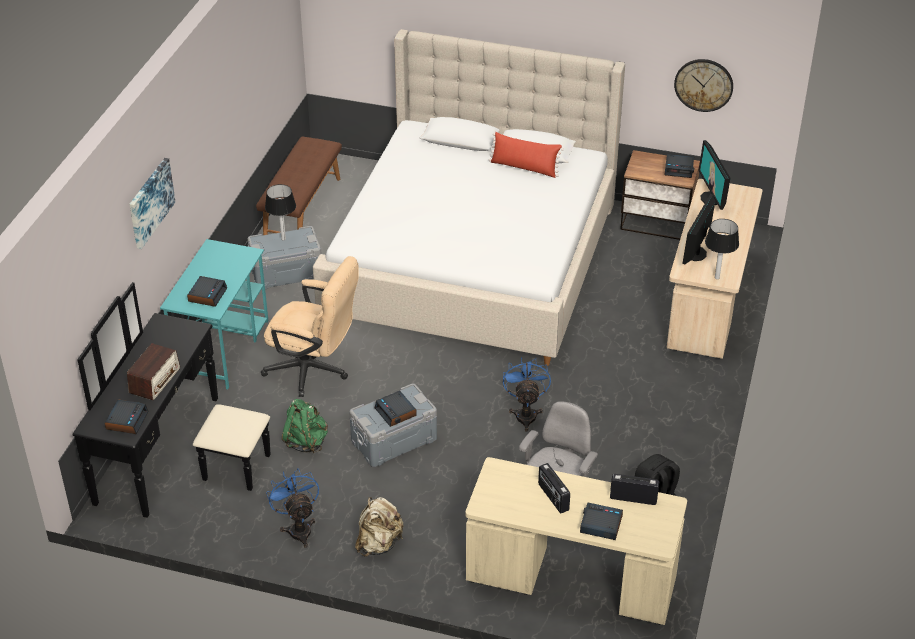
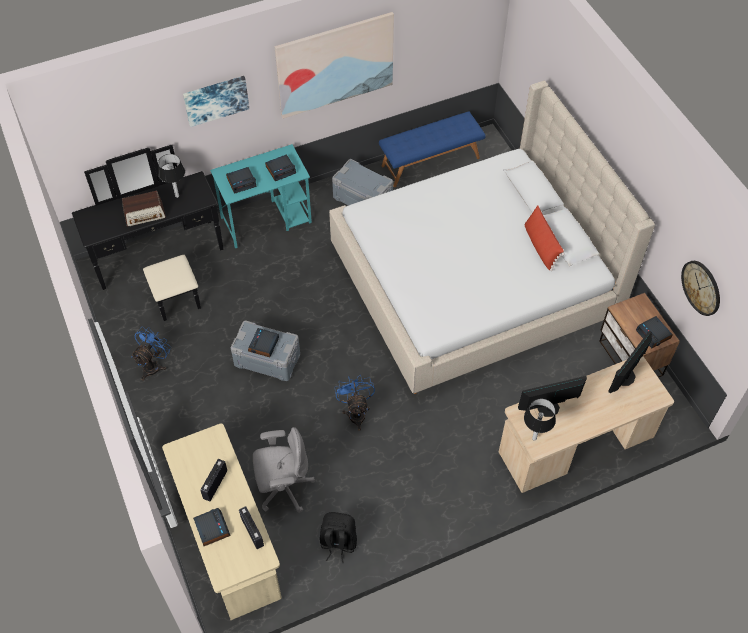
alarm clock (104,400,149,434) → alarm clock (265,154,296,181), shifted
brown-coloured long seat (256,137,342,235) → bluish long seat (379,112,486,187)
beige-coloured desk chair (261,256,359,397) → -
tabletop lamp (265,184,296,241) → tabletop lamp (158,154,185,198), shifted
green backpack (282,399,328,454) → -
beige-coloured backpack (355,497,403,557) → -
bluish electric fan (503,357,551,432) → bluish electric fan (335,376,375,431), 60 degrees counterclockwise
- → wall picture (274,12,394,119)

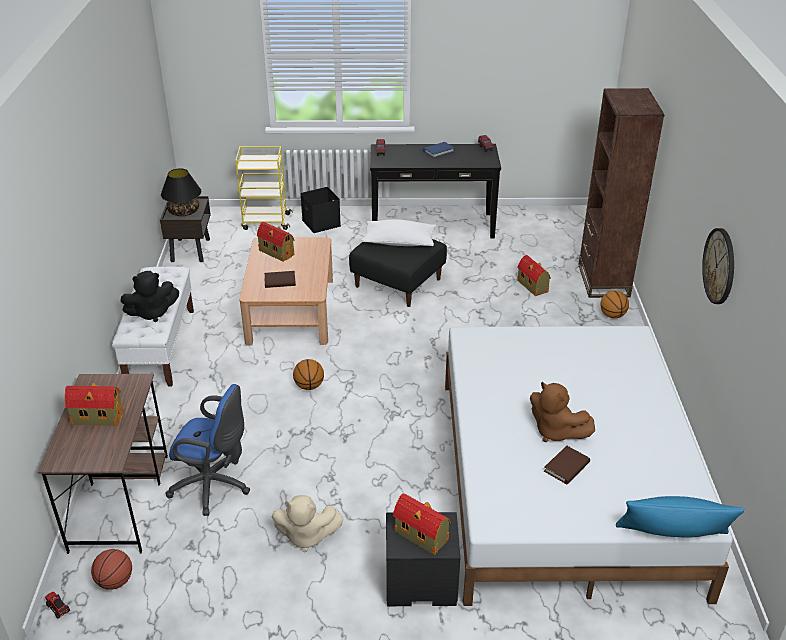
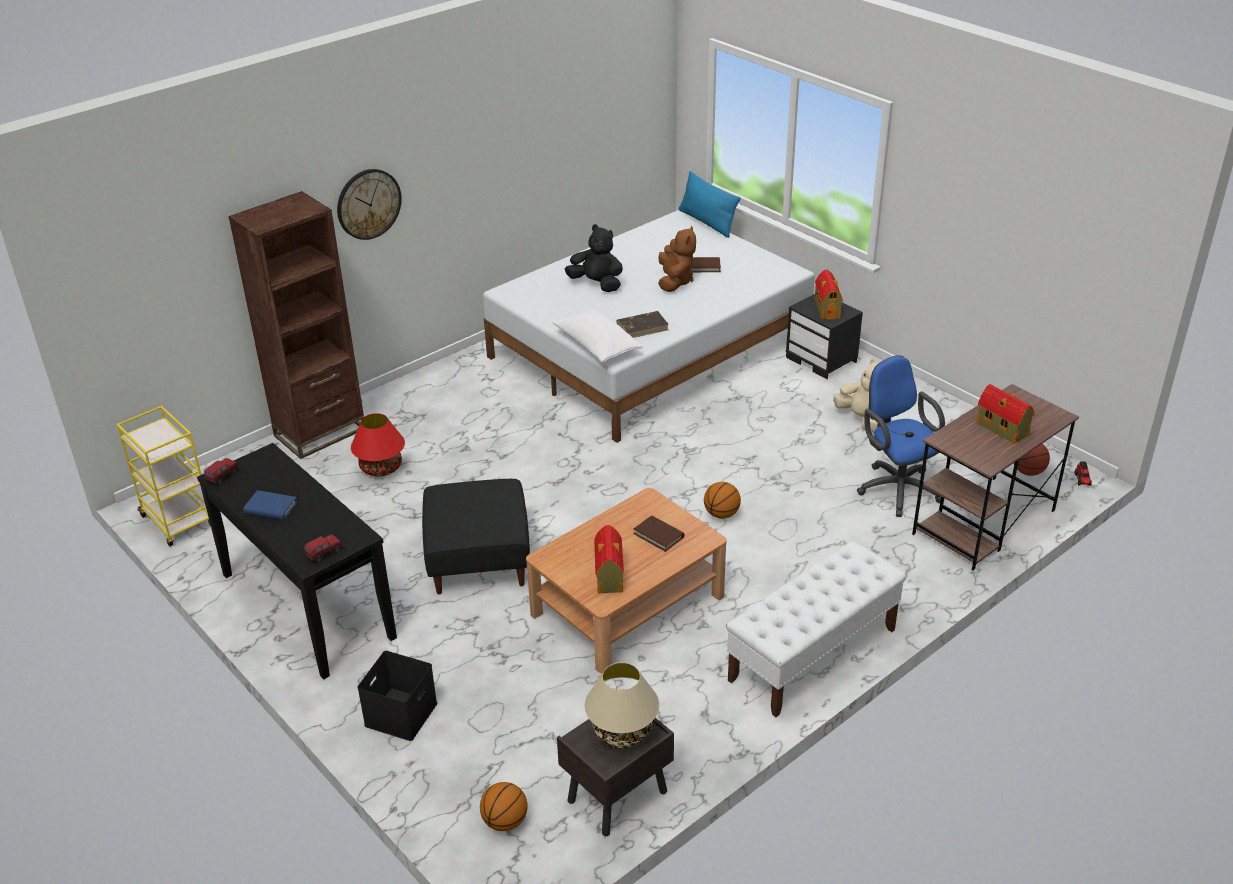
blackish plush toy (121,271,179,322) → blackish plush toy (565,224,623,292), shifted
blackish tabletop lamp (161,168,201,216) → beige-coloured tabletop lamp (585,662,659,749)
yellowish trolley (235,146,293,230) → yellowish trolley (117,406,211,546), shifted
whitish throw pillow (362,219,436,246) → whitish throw pillow (553,308,642,362), shifted
toy house (517,255,551,296) → red tabletop lamp (351,413,405,476)
ball for basketball (600,290,629,318) → ball for basketball (480,782,527,831), shifted
clock on the wall (702,228,734,304) → clock on the wall (337,169,402,240), shifted
- → brown-coloured volume (617,311,668,338)

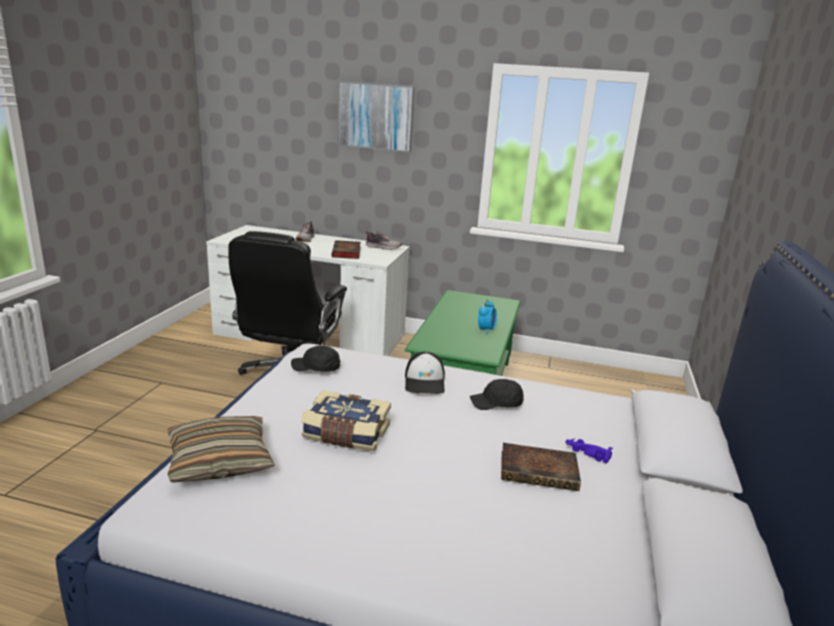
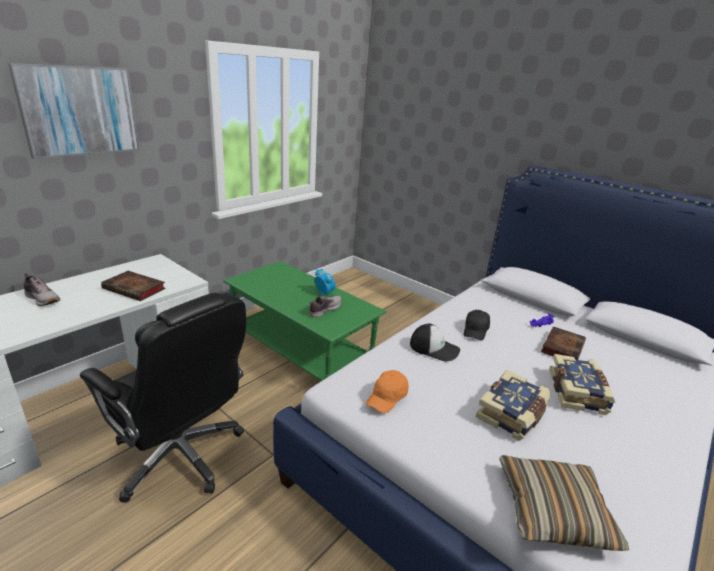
blackish peaked cap (291,345,340,372) → orange-coloured peaked cap (366,370,409,413)
low shoe (366,231,402,250) → low shoe (309,296,342,317), shifted
- → volume (549,354,615,415)

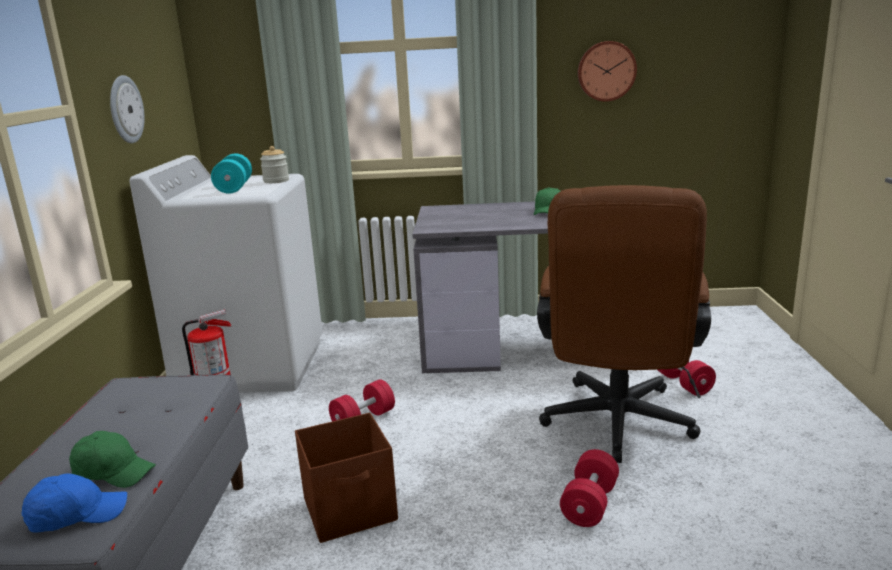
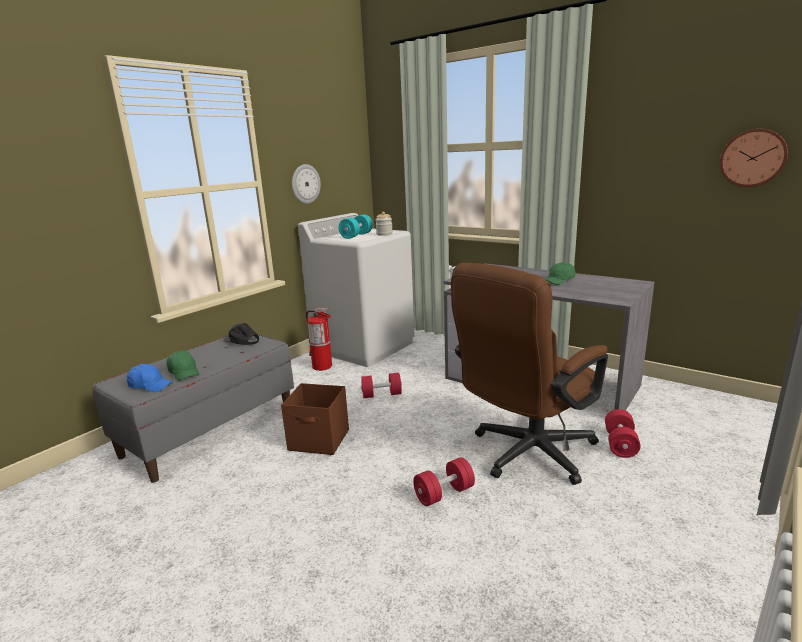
clock on the wall (578,41,637,102) → clock on the wall (720,129,788,187), shifted
- → blackish peaked cap (223,323,259,345)

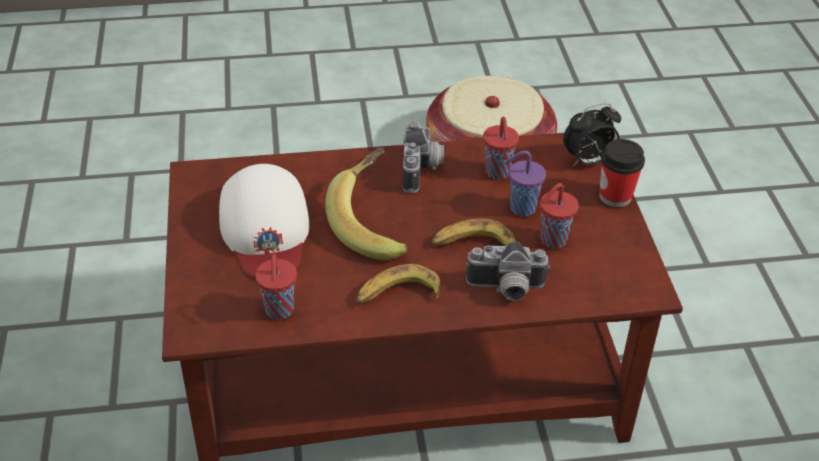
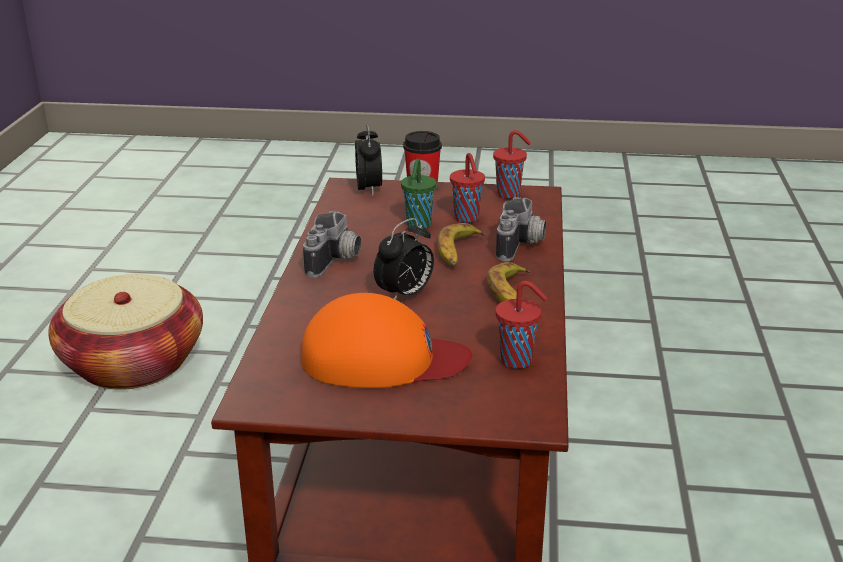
whitish peaked cap (219,164,309,277) → orange-coloured peaked cap (301,293,472,388)
whole banana (325,147,408,260) → alarm clock (374,218,434,300)
photo camera (403,121,444,193) → photo camera (303,211,361,278), 90 degrees clockwise
red drinking cup (483,117,519,180) → red drinking cup (493,130,531,199), shifted
purplish drinking cup (506,150,546,217) → green drinking cup (401,159,437,229)

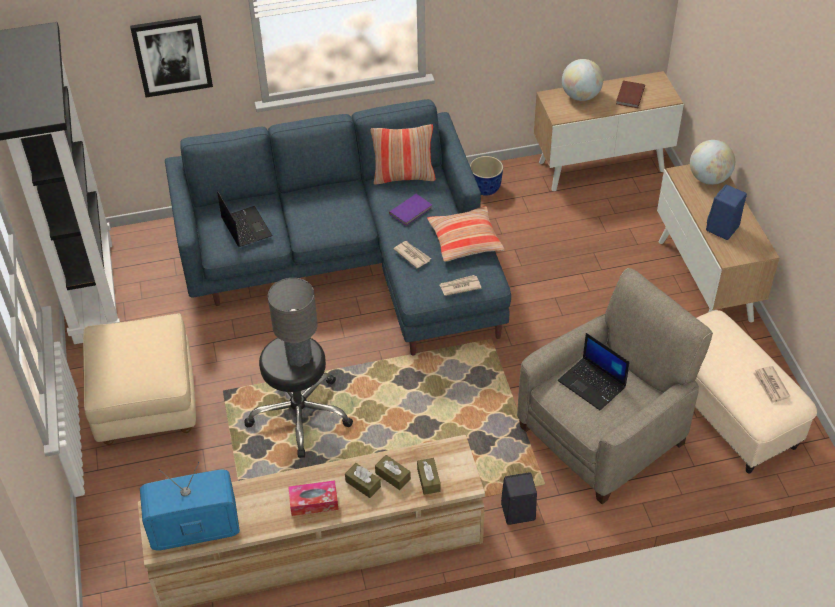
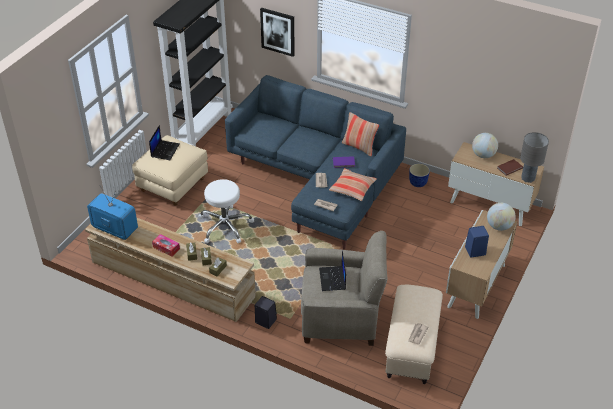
laptop (217,191,273,247) → laptop (149,125,180,160), shifted
blackish stool (244,338,353,458) → whitish stool (198,179,254,243)
greyish tabletop lamp (268,278,318,367) → greyish tabletop lamp (520,132,549,183), shifted

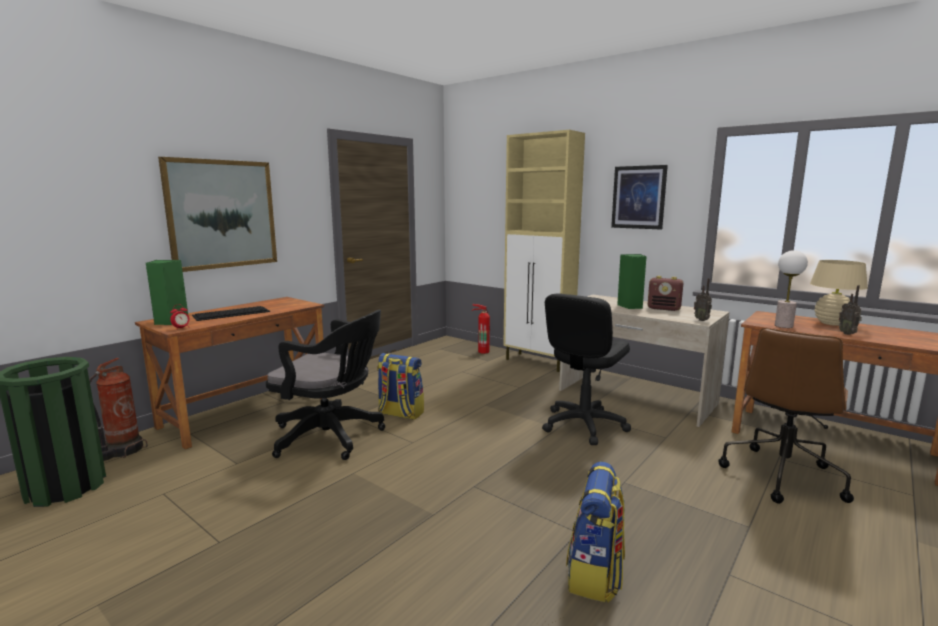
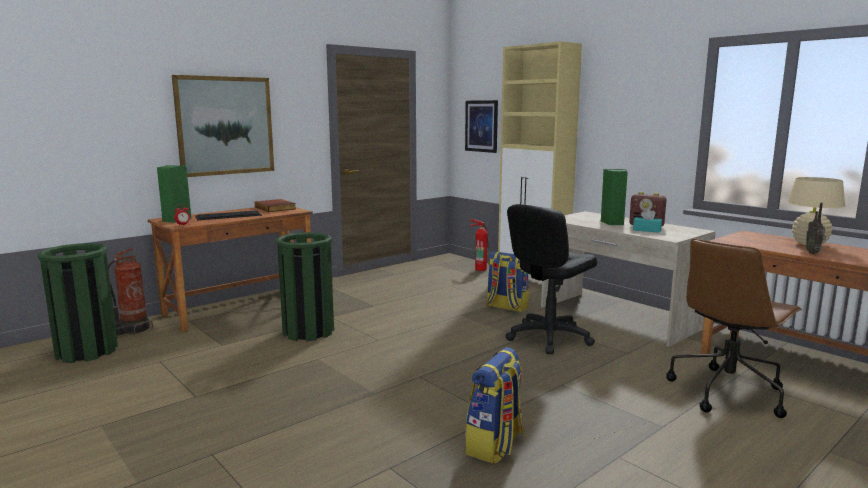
blackish desk chair (266,310,385,460) → green waste bin (276,232,334,341)
backpack (377,353,424,420) → backpack (487,251,529,312), shifted
wall picture (611,165,668,229) → wall picture (465,100,498,153), shifted
radio (694,278,712,321) → -
tabletop lamp (775,250,808,328) → -
- → volume (255,199,296,212)
- → turquoise box of tissues (633,209,662,233)

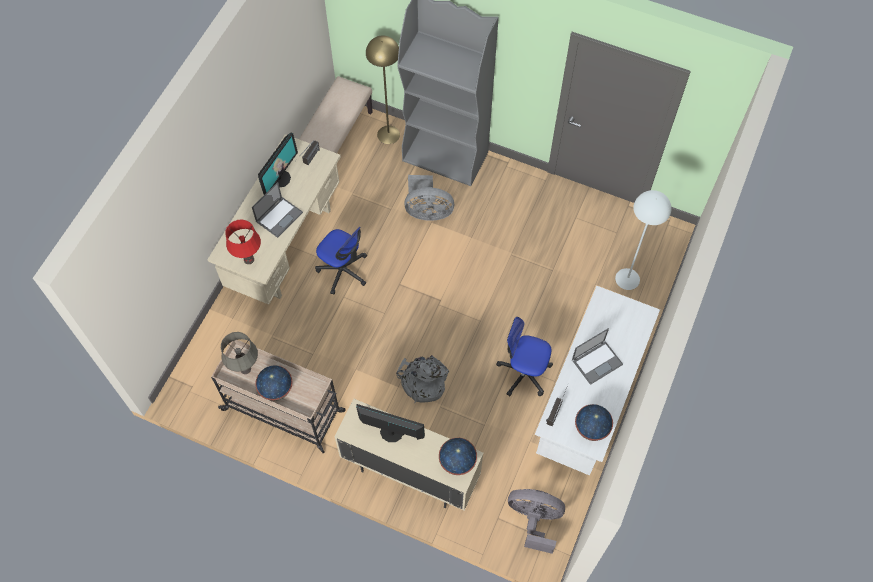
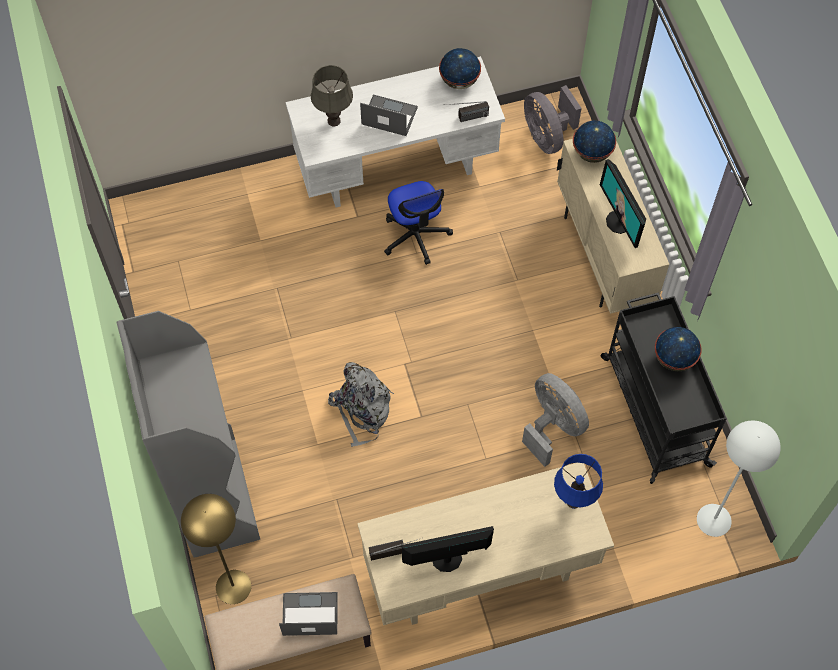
beige-coloured trolley (211,340,346,453) → blackish trolley (601,293,727,484)
greyish tabletop lamp (221,332,258,374) → greyish tabletop lamp (311,65,353,126), shifted
red tabletop lamp (225,219,261,264) → bluish tabletop lamp (554,454,603,509)
laptop (252,182,303,238) → laptop (279,592,337,636), shifted
desk chair (315,227,367,295) → -
greyish backpack (396,355,449,403) → greyish backpack (328,362,394,447), shifted
greyish electric fan (404,175,454,221) → greyish electric fan (522,373,589,467), shifted
whitish standard lamp (615,190,671,290) → whitish standard lamp (697,421,781,537), shifted

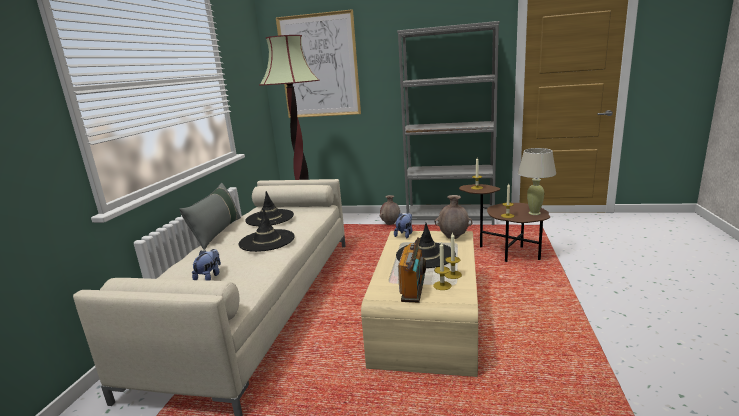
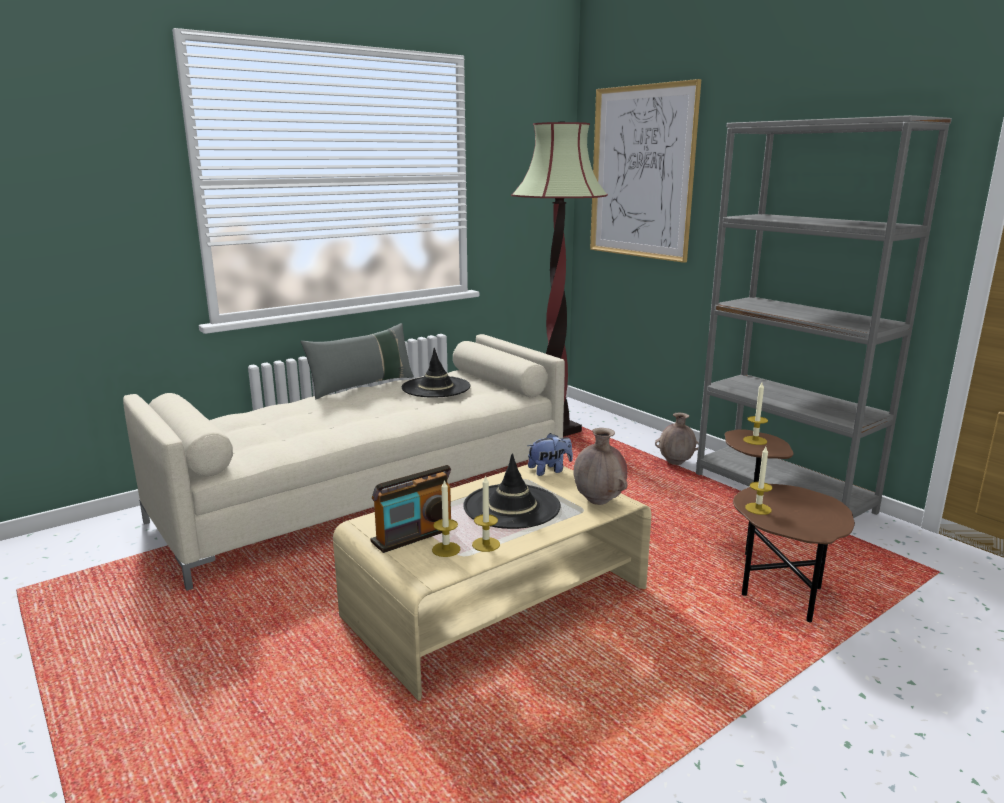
plush toy (192,249,221,281) → -
blackish wearable hat (238,209,295,252) → -
beige-coloured tabletop lamp (518,148,556,215) → -

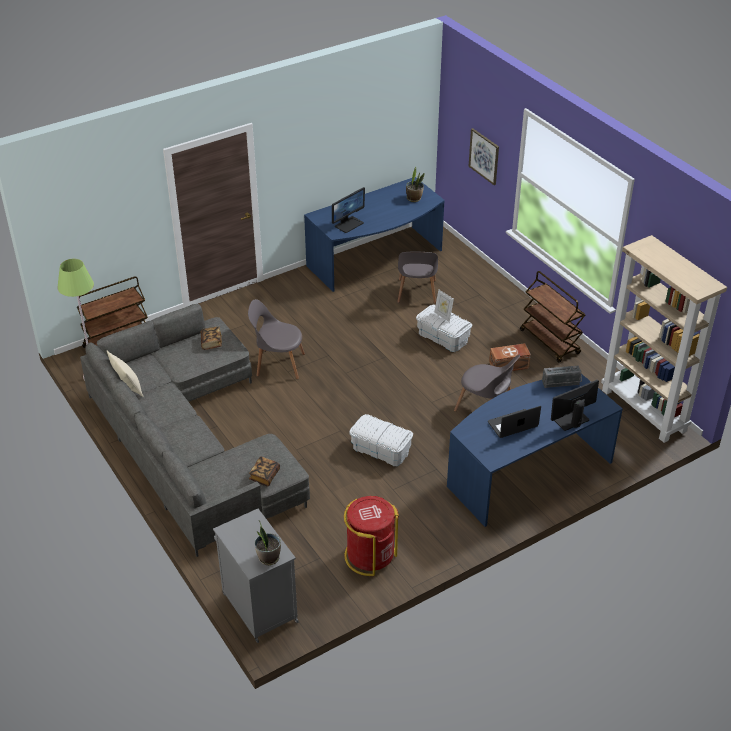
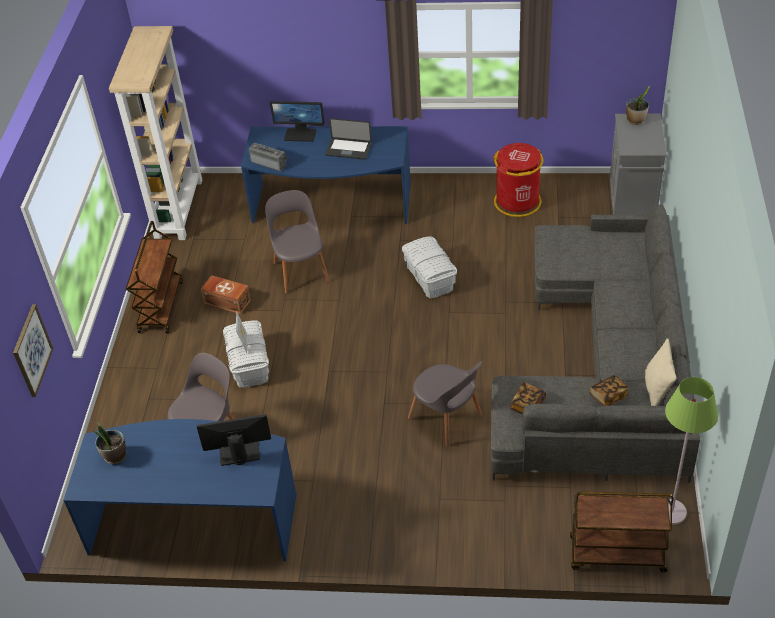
volume (249,457,280,487) → volume (590,375,629,406), shifted

